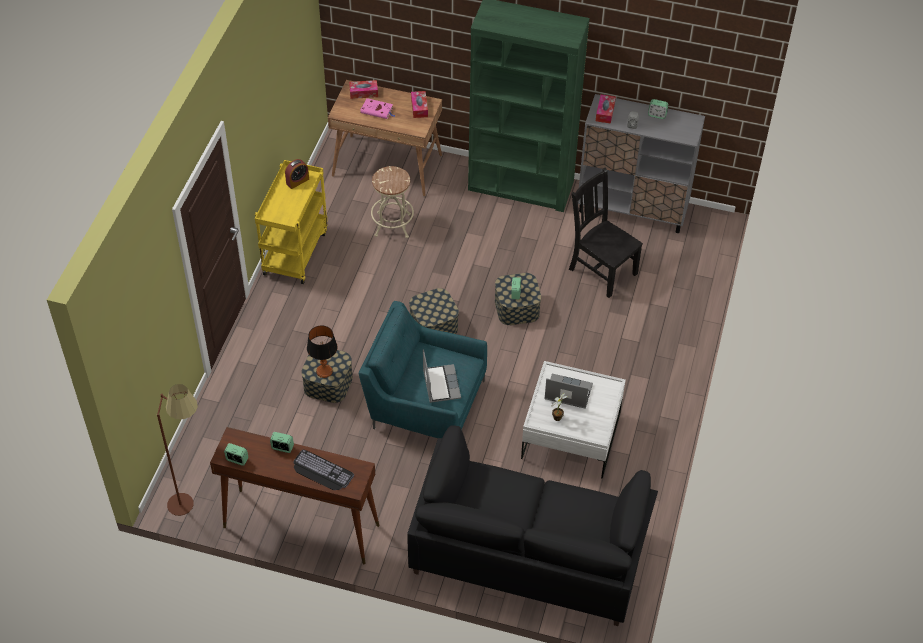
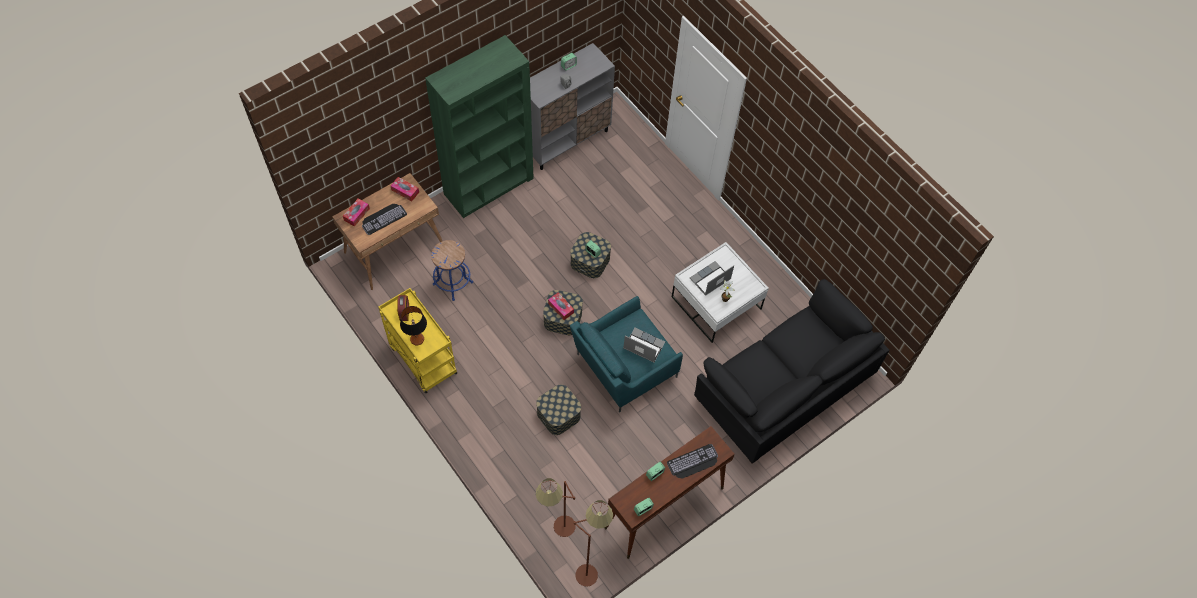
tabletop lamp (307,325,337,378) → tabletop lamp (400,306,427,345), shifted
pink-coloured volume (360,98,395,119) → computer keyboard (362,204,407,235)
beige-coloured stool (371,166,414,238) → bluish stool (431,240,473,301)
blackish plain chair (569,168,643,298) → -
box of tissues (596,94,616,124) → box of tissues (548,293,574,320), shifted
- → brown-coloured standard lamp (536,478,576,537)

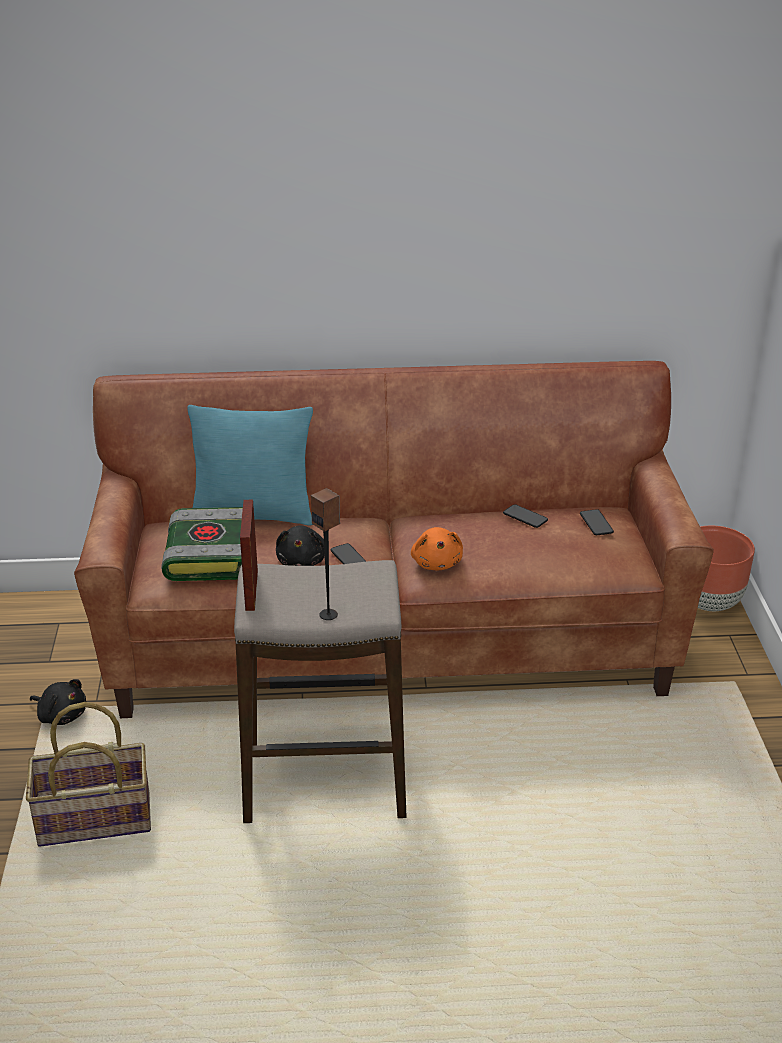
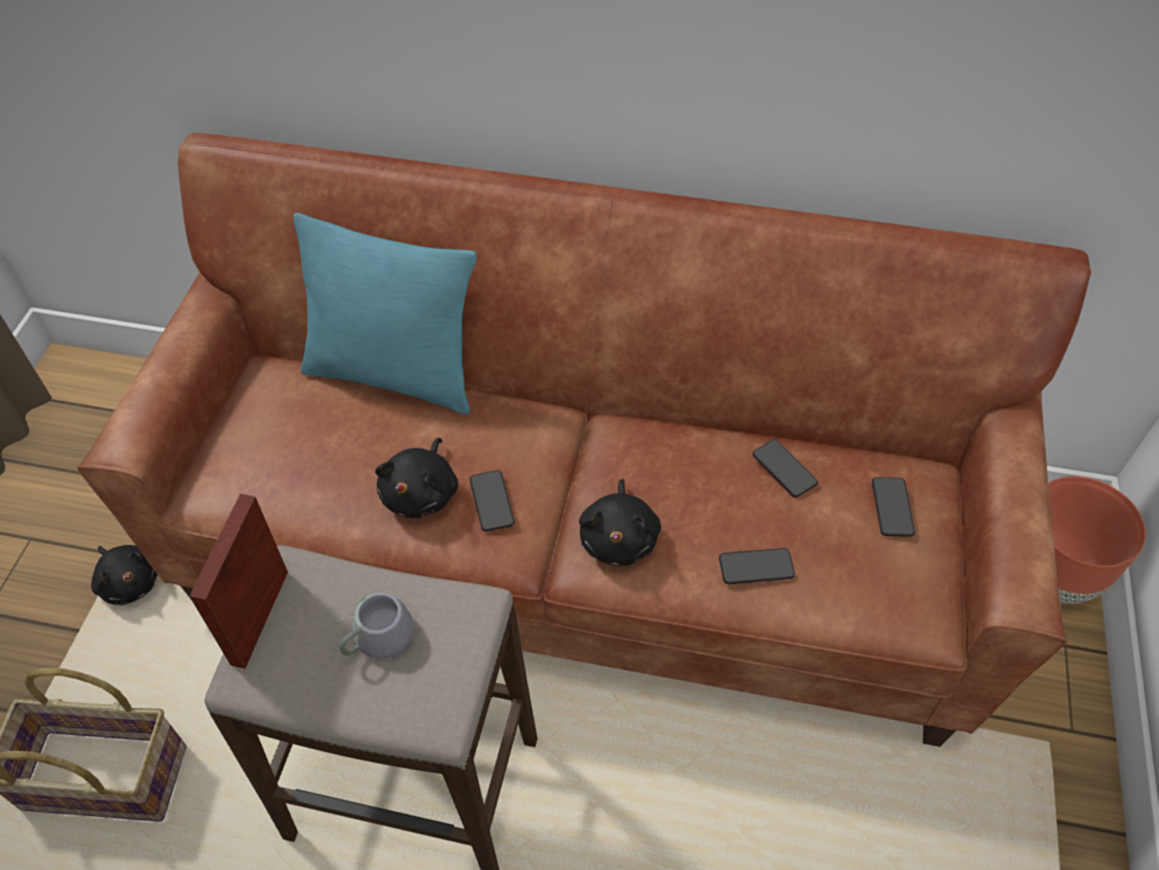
volume (161,507,243,581) → -
speaker (311,488,340,620) → -
orange-coloured plush toy (411,527,463,570) → blackish plush toy (579,479,661,566)
- → greyish tea mug (339,592,414,659)
- → phone (719,548,795,584)

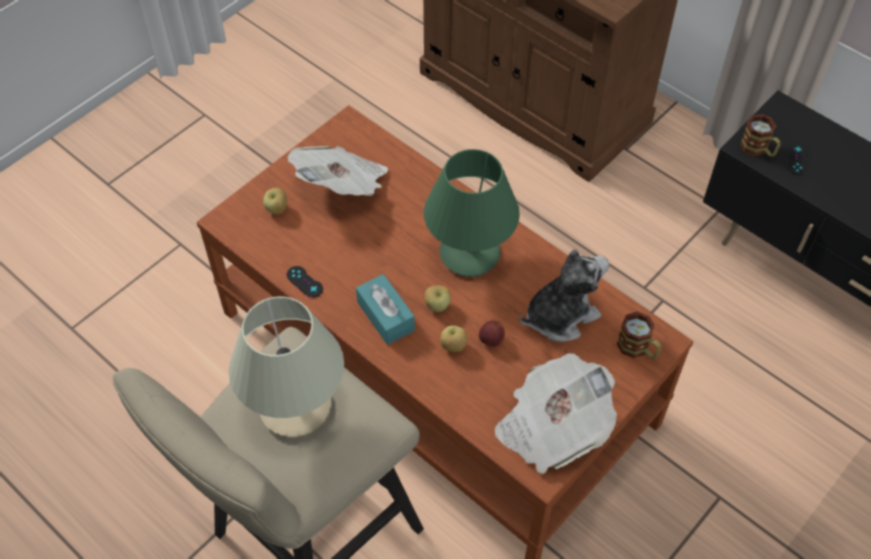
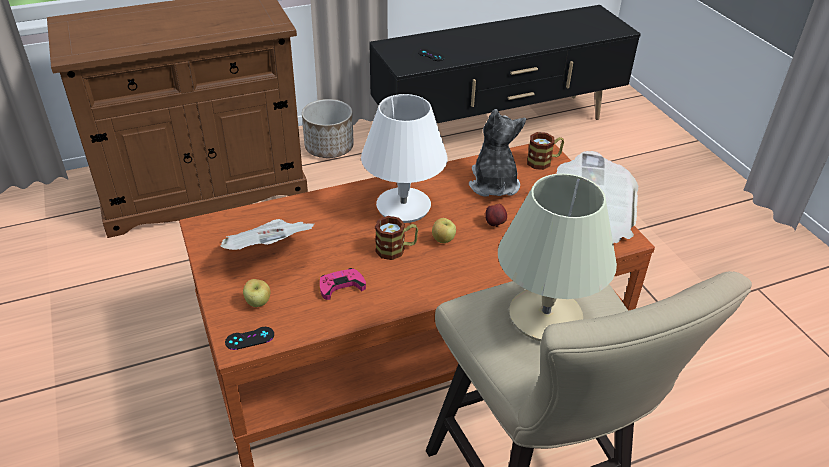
blackish joypad (287,266,323,298) → blackish joypad (225,327,274,350), shifted
turquoise box of tissues (356,274,415,345) → -
green tabletop lamp (424,149,520,277) → whitish tabletop lamp (361,94,447,223)
apple fruit (440,325,467,352) → -
tea mug (740,114,780,157) → tea mug (375,216,418,260), shifted
- → flower pot (302,99,354,158)
- → pink-coloured joypad (320,268,366,300)

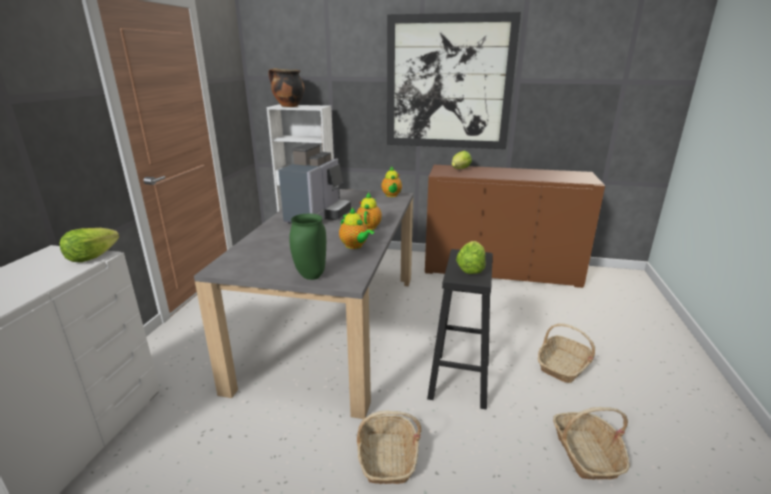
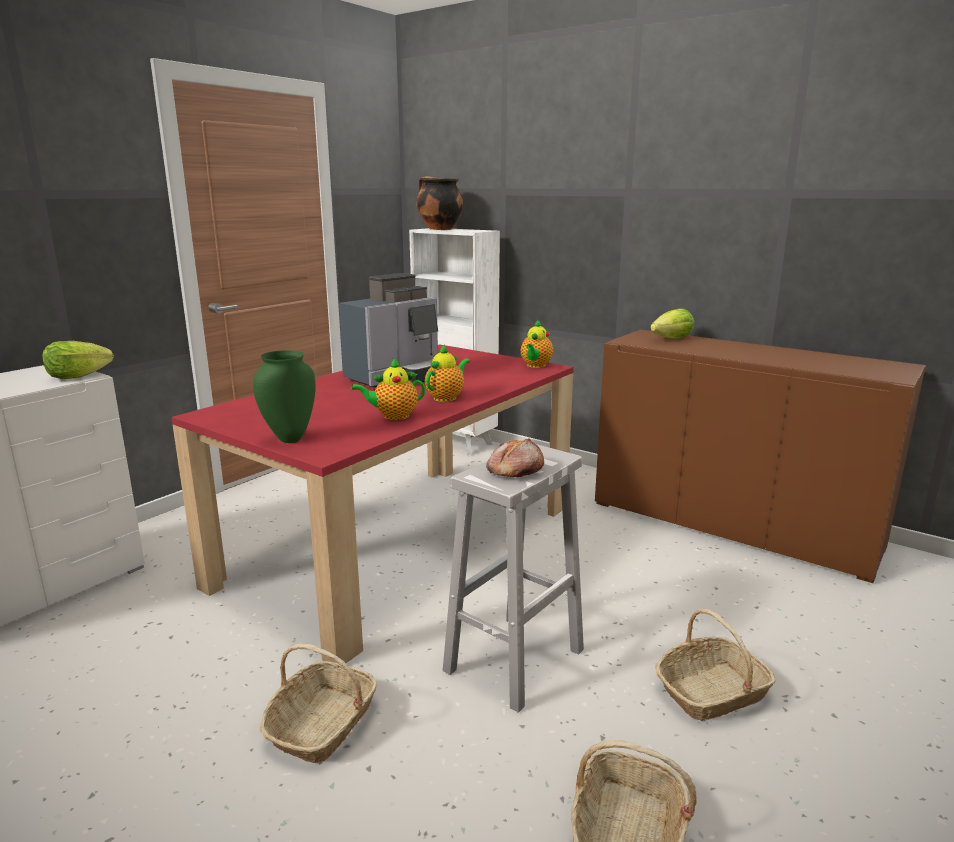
greyish dining table (194,189,413,419) → red dining table (171,344,574,663)
tea pot (339,208,374,249) → tea pot (351,358,425,420), 90 degrees clockwise
wall picture (387,12,521,149) → -
blackish stool (427,249,493,409) → whitish stool (443,444,584,713)
lettuce (456,241,485,274) → baked bread (486,439,544,477)

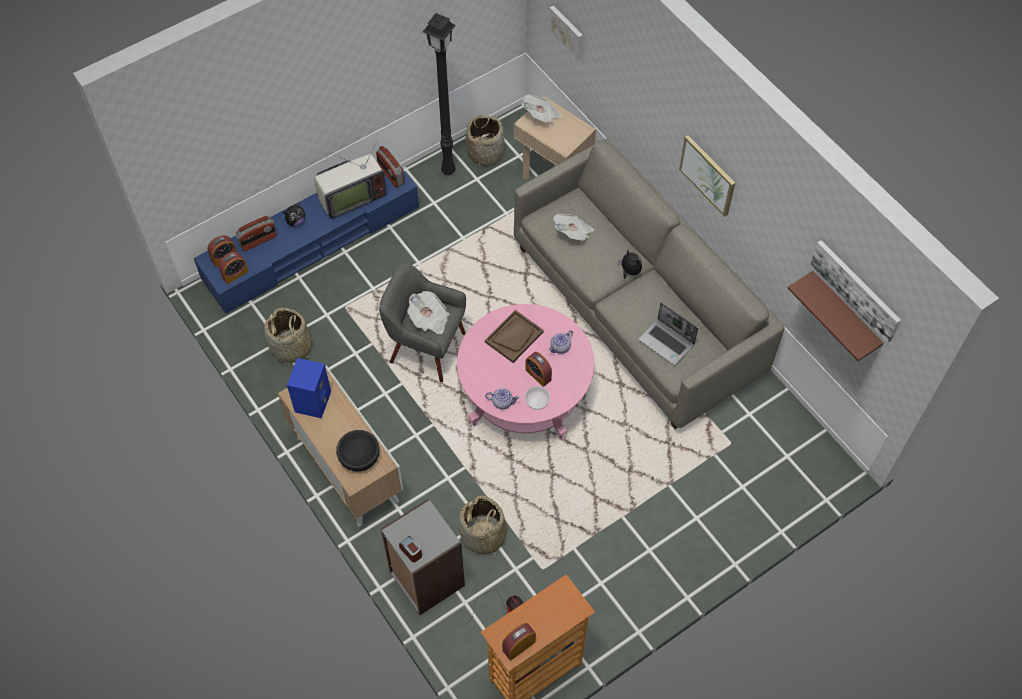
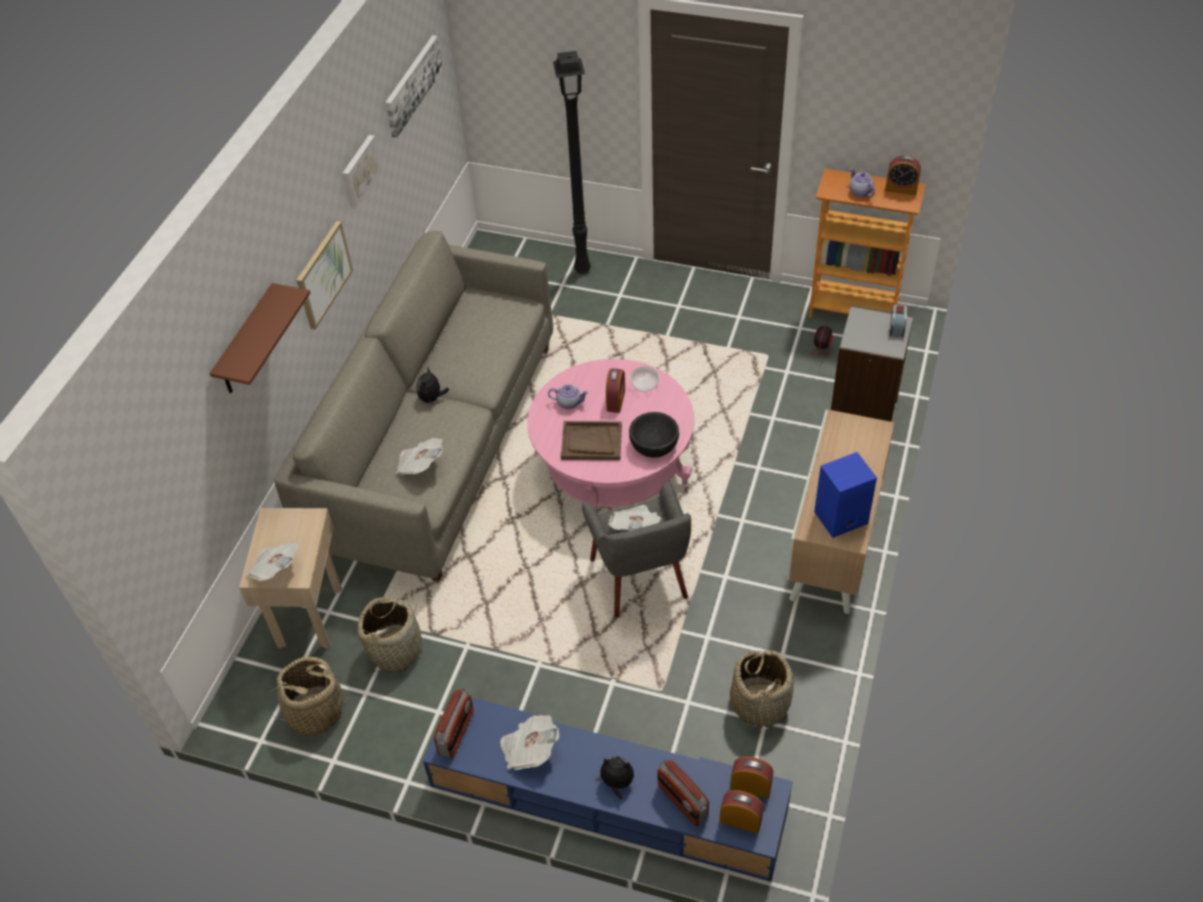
radio (236,216,277,251) → radio (657,760,709,826), 150 degrees counterclockwise
TV set (315,139,386,219) → printed paper (500,715,559,770)
blackish serving bowl (336,430,380,472) → blackish serving bowl (629,412,679,458), shifted
blackish standard lamp (423,13,456,175) → blackish standard lamp (553,51,591,274), shifted
storage basket (458,495,506,556) → storage basket (357,597,422,672), shifted
tea pot (485,388,520,409) → tea pot (850,168,875,197), shifted
wall picture (549,5,583,60) → wall picture (343,135,382,208), shifted
laptop (639,303,698,365) → -
brown-coloured bracket shelf (788,271,884,361) → brown-coloured bracket shelf (209,283,310,393), shifted

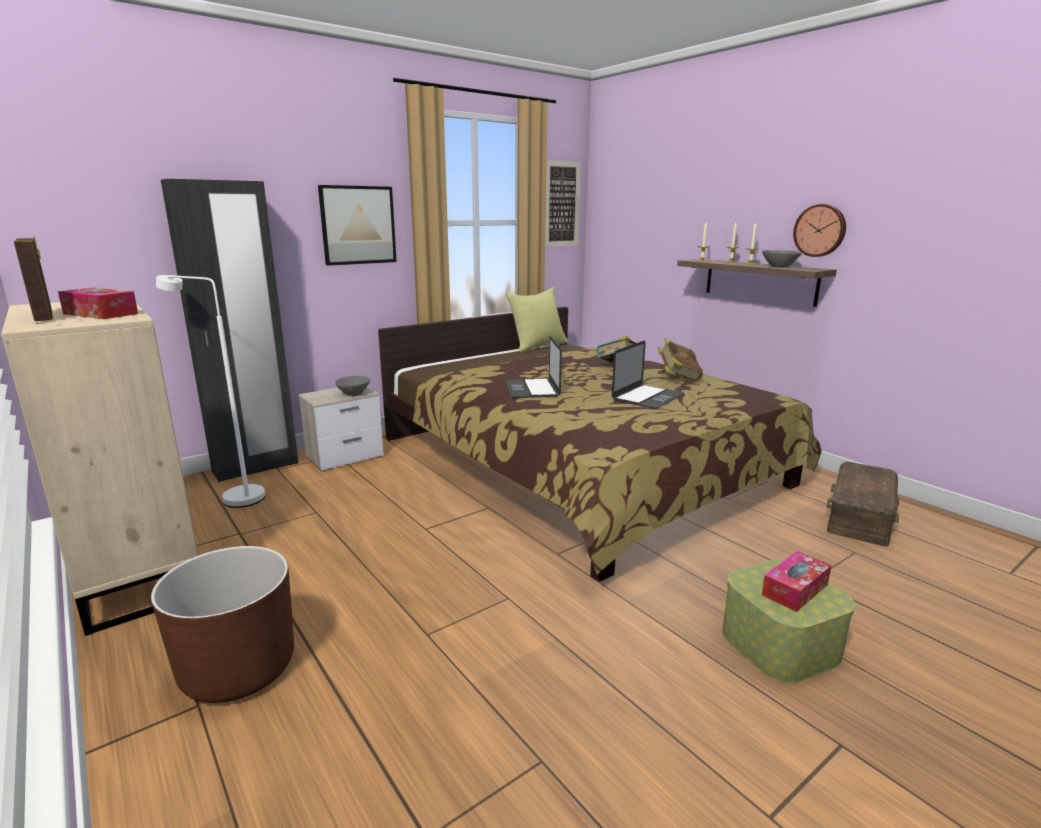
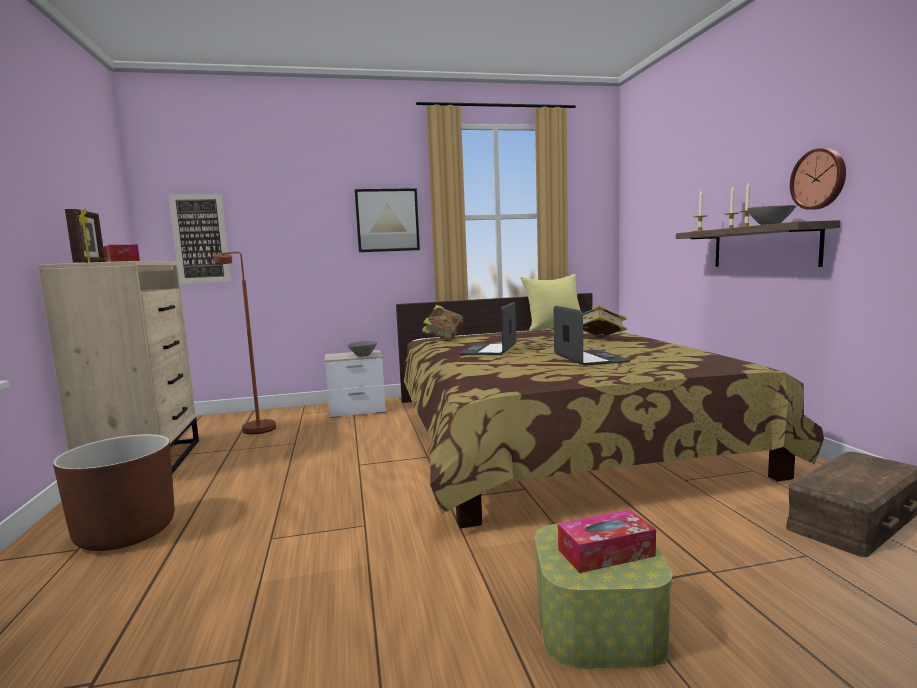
whitish standard lamp (156,275,266,508) → brown-coloured standard lamp (214,252,276,434)
blackish wardrobe (161,179,298,482) → -
wall picture (545,160,581,247) → wall picture (169,194,231,284), shifted
laptop (612,341,684,409) → laptop (554,306,631,366), 75 degrees counterclockwise
volume (657,338,703,382) → volume (422,305,463,341), shifted

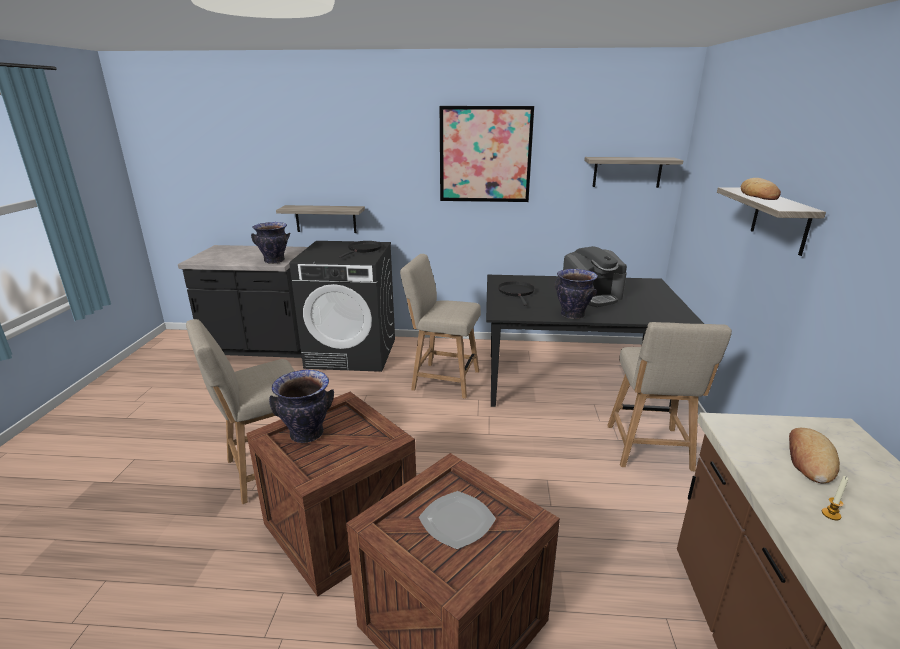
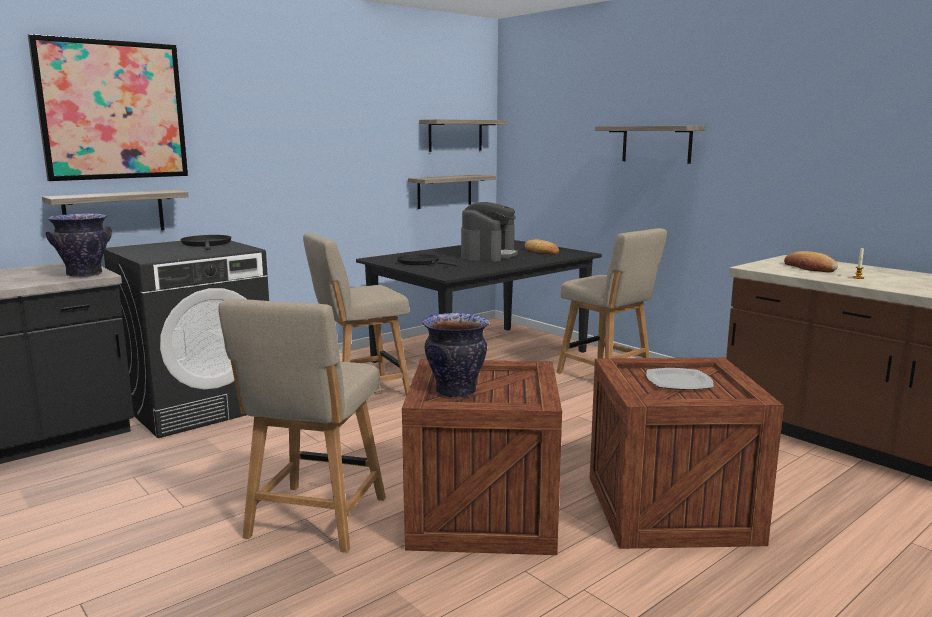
wall picture (440,106,534,202) → wall picture (28,34,188,181), shifted
flower vase (555,269,598,319) → -
baked bread (741,178,781,200) → baked bread (525,239,559,255), shifted
- → bracket shelf (408,175,496,209)

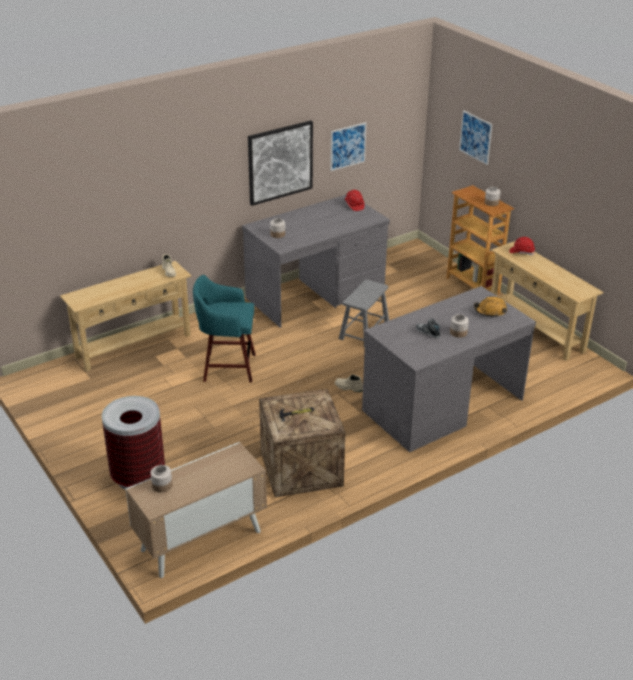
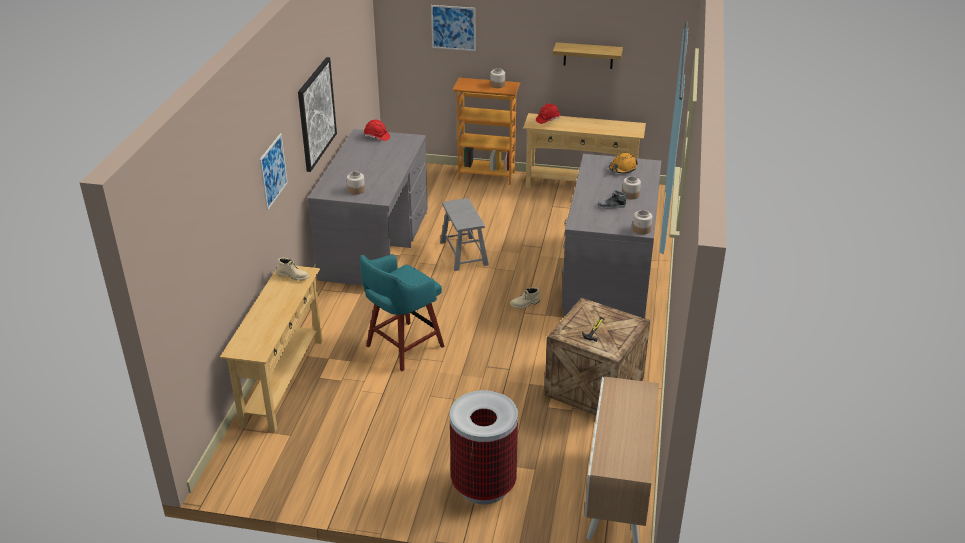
preserve jar (151,465,172,493) → preserve jar (633,210,652,235), shifted
wall picture (330,122,366,171) → wall picture (260,133,288,210), shifted
- → bracket shelf (553,42,623,69)

